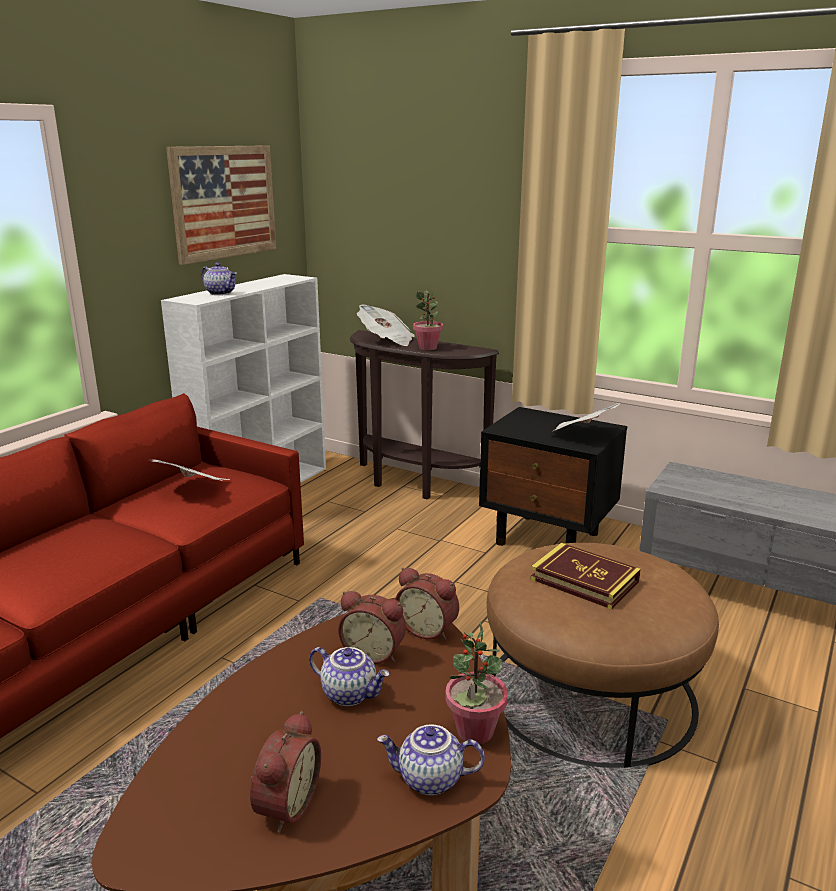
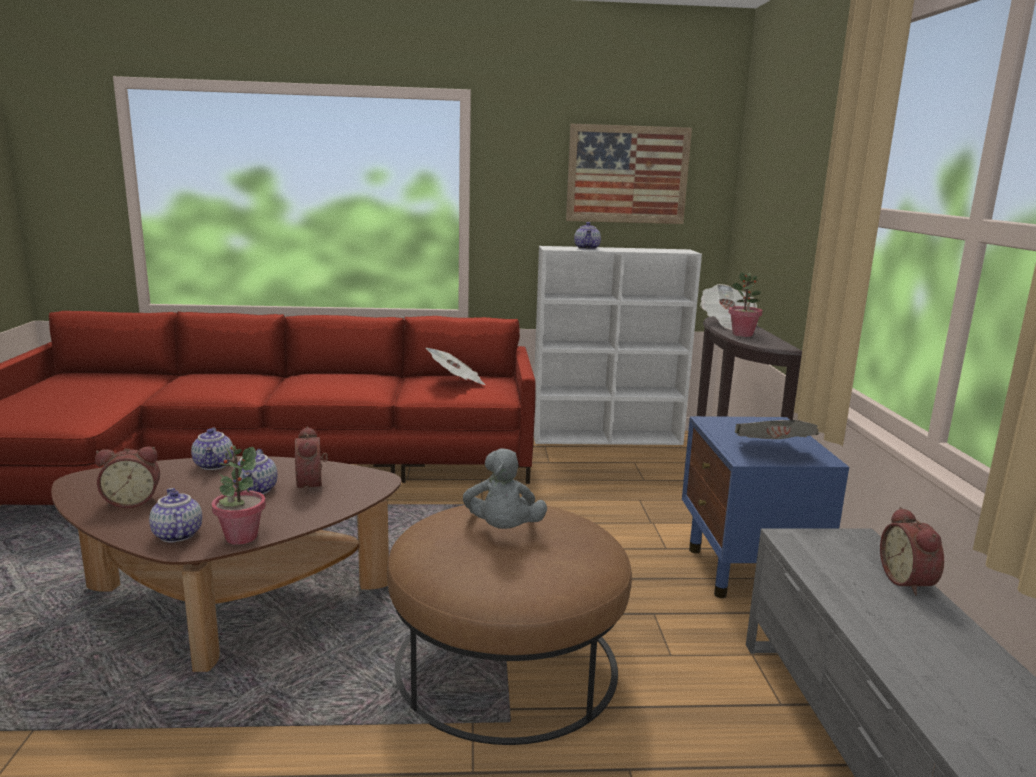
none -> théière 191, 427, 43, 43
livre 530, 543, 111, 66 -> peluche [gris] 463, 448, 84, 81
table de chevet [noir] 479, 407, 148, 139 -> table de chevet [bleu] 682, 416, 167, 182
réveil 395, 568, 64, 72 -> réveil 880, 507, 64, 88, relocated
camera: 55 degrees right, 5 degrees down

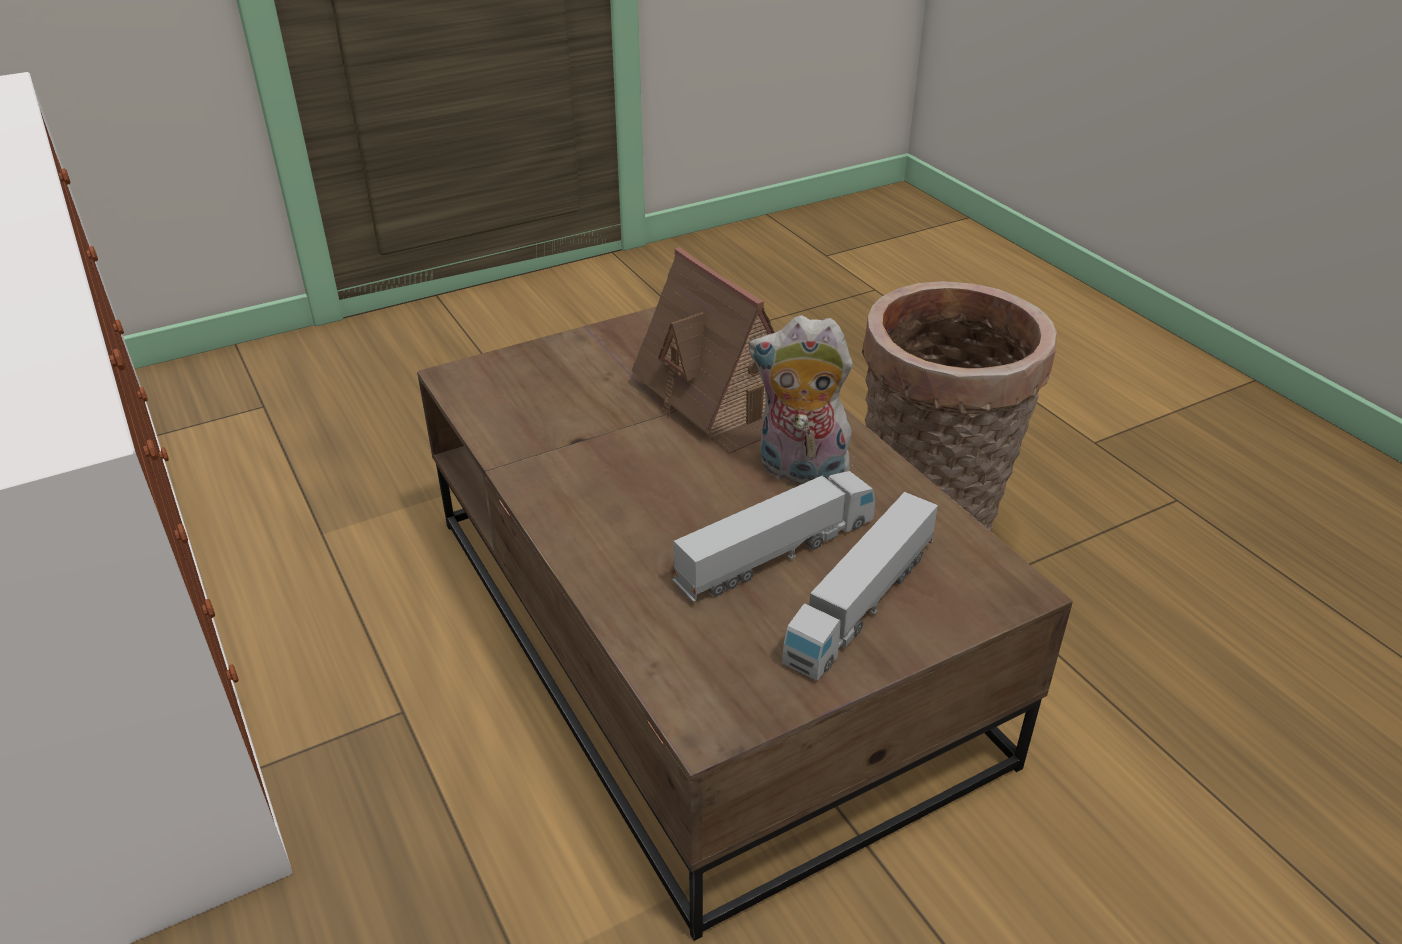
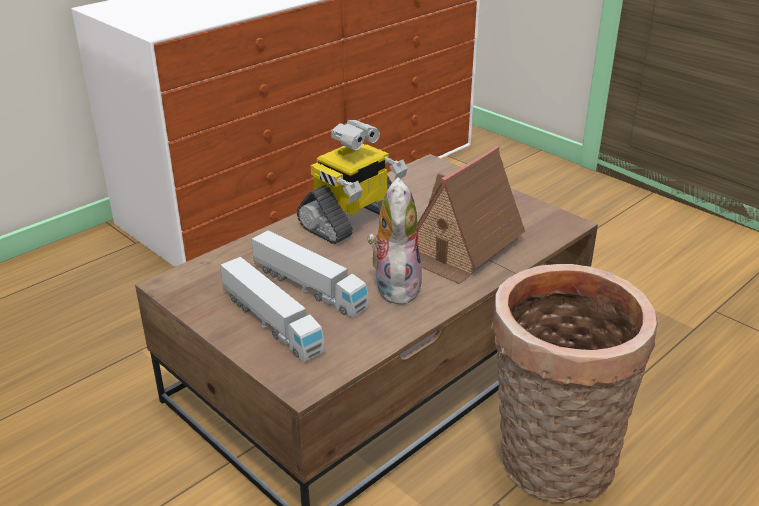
camion jouet 782, 492, 156, 189 -> camion jouet 220, 257, 105, 105, 150 degrees counterclockwise
none -> robot jouet 297, 120, 110, 124
camera: 75 degrees right, 5 degrees down

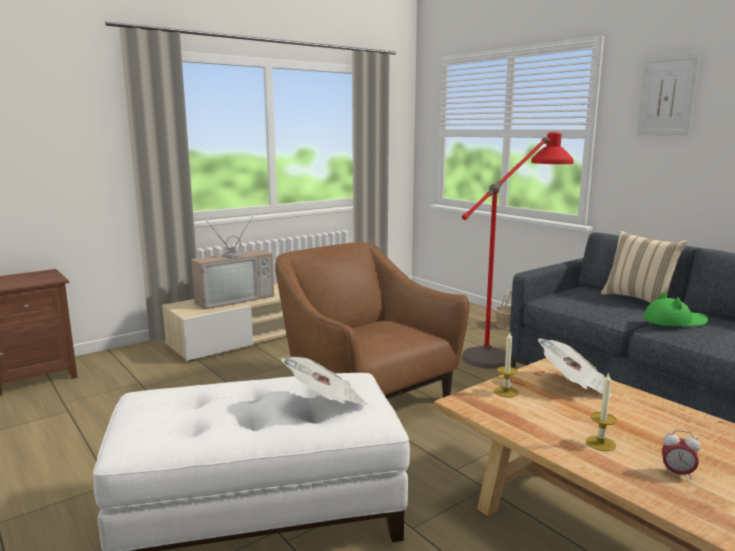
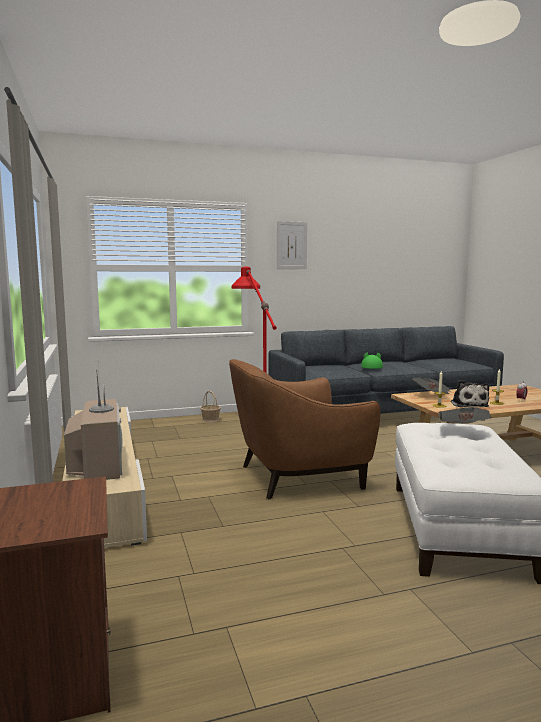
none -> peluche 451, 380, 38, 28
coussin [beige] 601, 231, 86, 72 -> none
camera: 70 degrees left, 5 degrees down

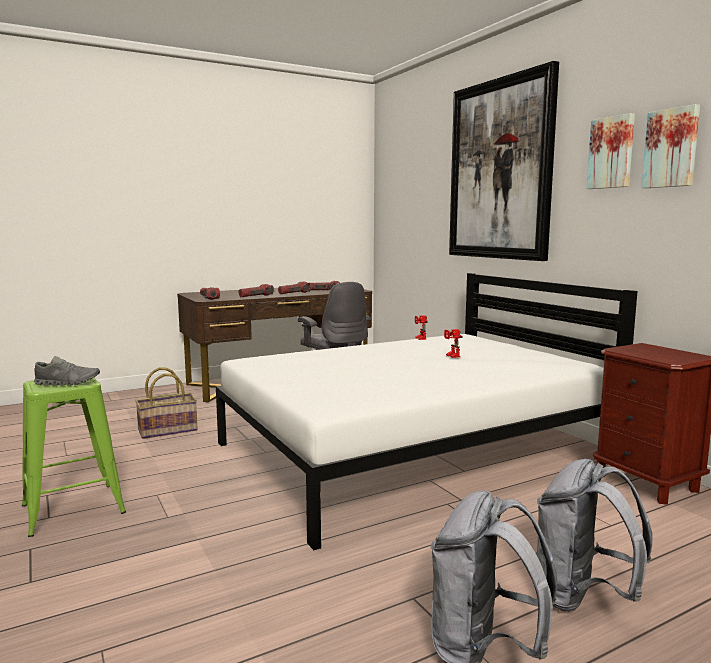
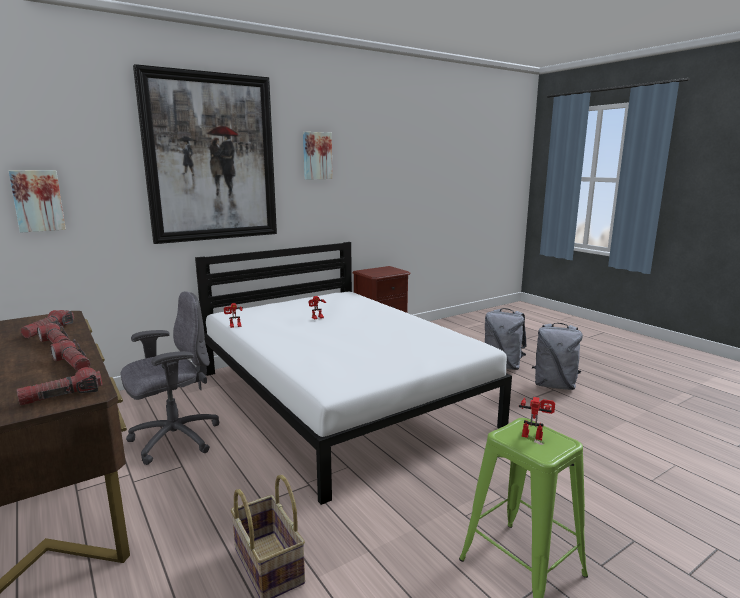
tableau 642, 104, 58, 84 -> tableau 9, 170, 57, 63, relocated
chaussure [gris] 34, 356, 66, 30 -> robot jouet 519, 397, 36, 43
camera: 95 degrees left, 5 degrees up

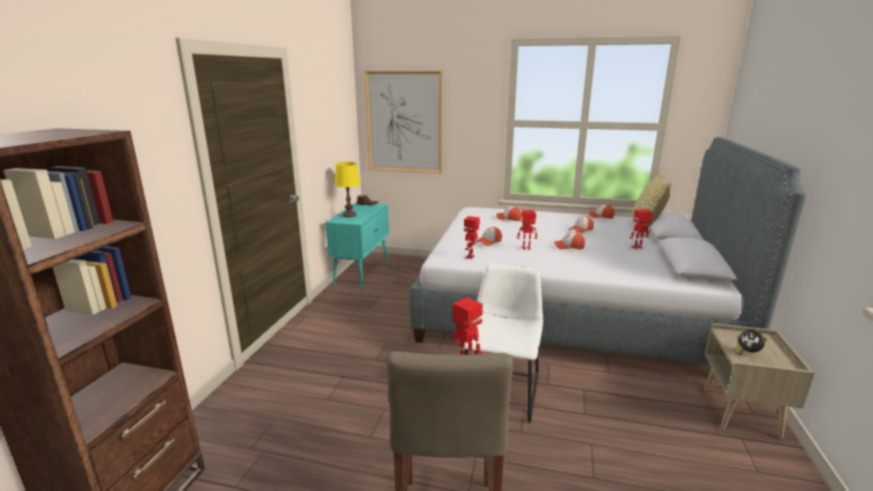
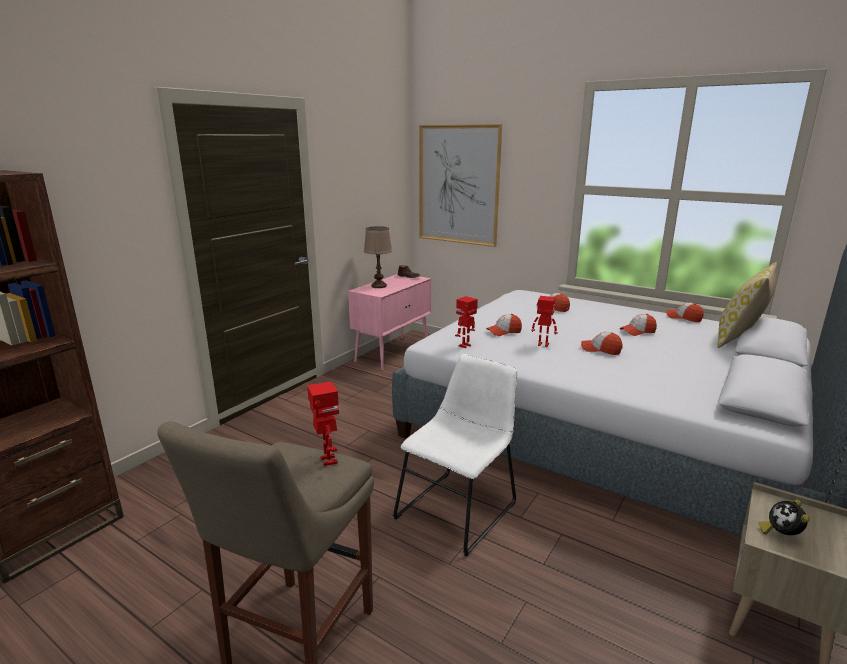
meuble de rangement [turquoise] 325, 202, 64, 87 -> meuble de rangement [rose] 348, 274, 83, 96
lampe de table [jaune] 335, 162, 25, 55 -> lampe de table [marron] 364, 226, 28, 62
robot jouet 629, 209, 24, 40 -> none
camera: 20 degrees right, 0 degrees up

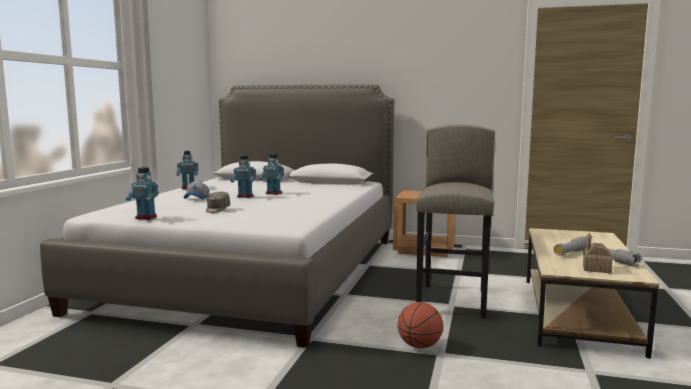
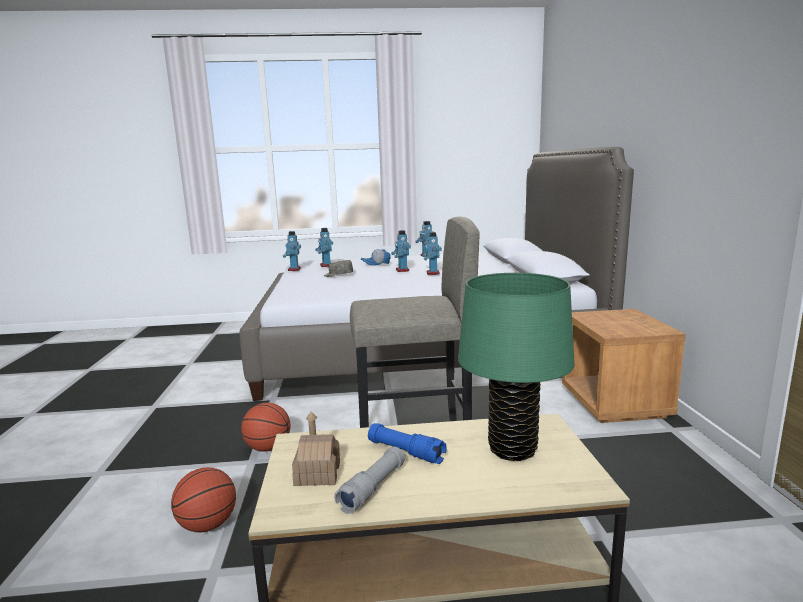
none -> ballon de basket 171, 467, 65, 65
none -> robot jouet 315, 228, 18, 39
lampe de poche [gris] 553, 237, 34, 19 -> lampe de poche [bleu] 368, 423, 79, 41
none -> lampe de table [vert] 458, 273, 117, 188
camera: 70 degrees right, 5 degrees up

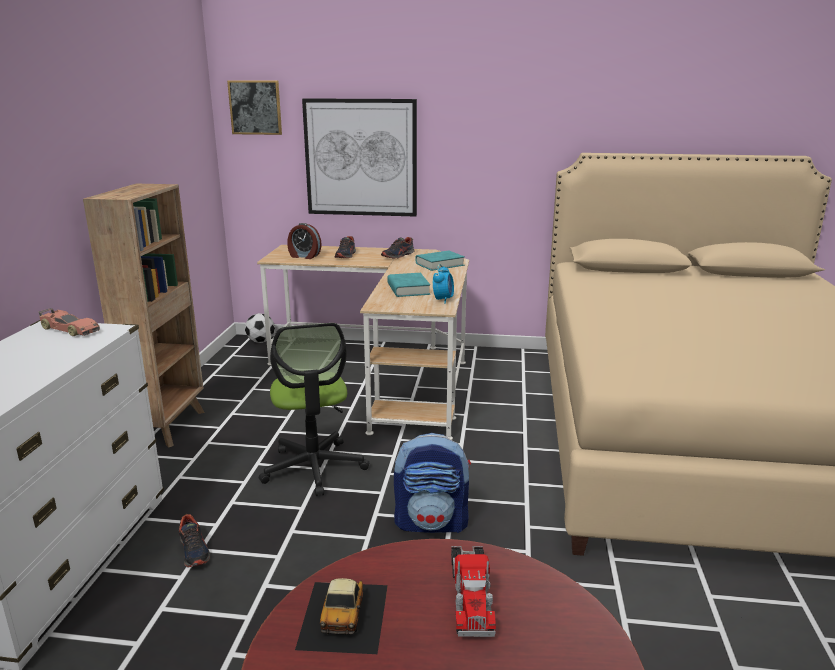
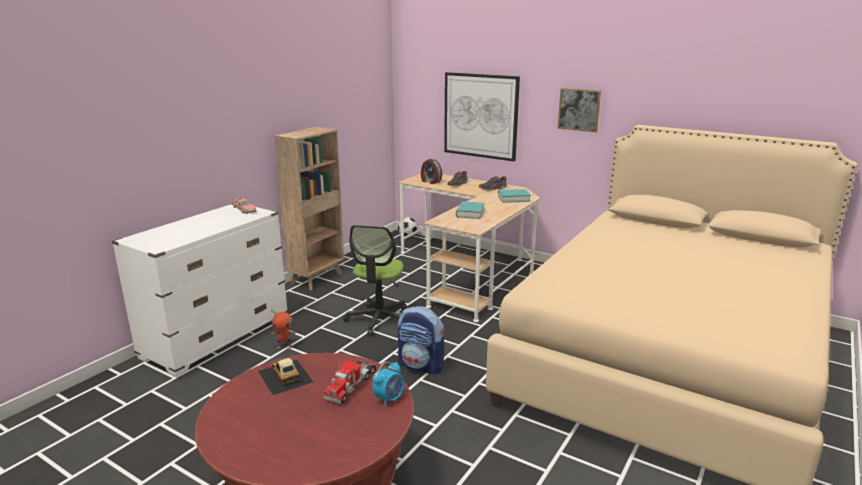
petite voiture 295, 578, 93, 76 -> petite voiture 258, 358, 56, 37, 120 degrees clockwise
chaussure 179, 514, 31, 54 -> robot jouet 271, 310, 25, 39
réveil 433, 264, 21, 40 -> réveil 372, 362, 32, 45, relocated
tableau 227, 80, 55, 55 -> tableau 558, 88, 43, 44, relocated
camera: 25 degrees right, 0 degrees up

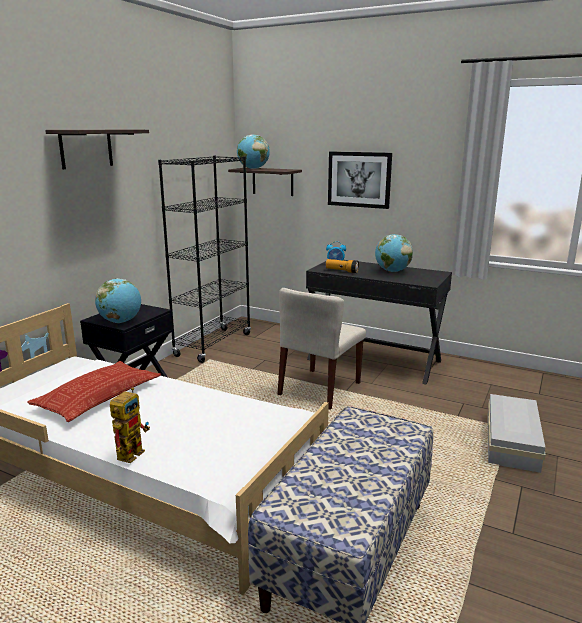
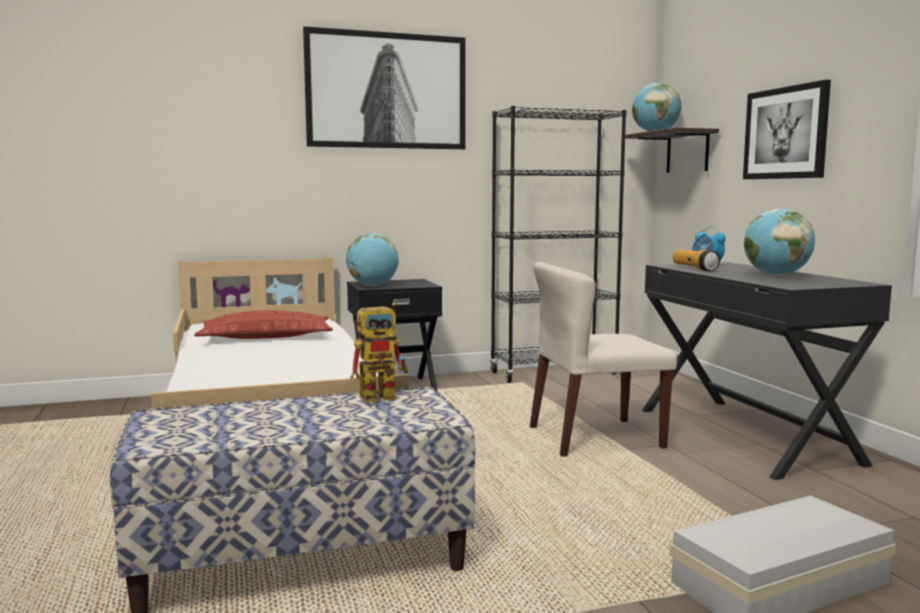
étagère 45, 130, 104, 39 -> tableau 303, 26, 163, 123
robot jouet 110, 387, 40, 76 -> robot jouet 350, 302, 59, 100, relocated
camera: 45 degrees right, 10 degrees down

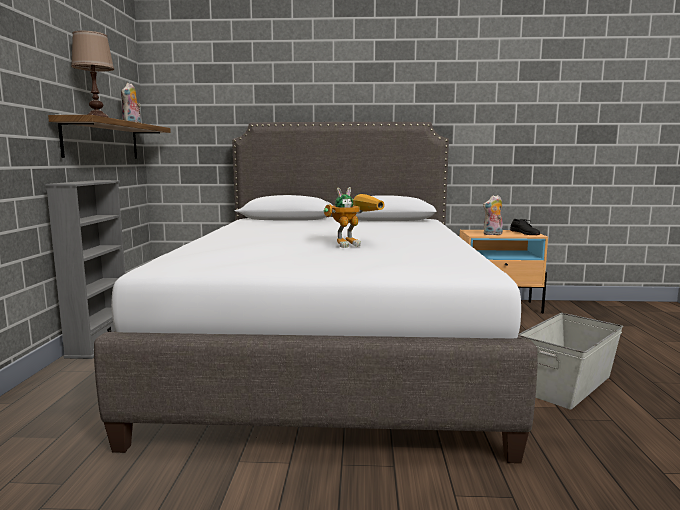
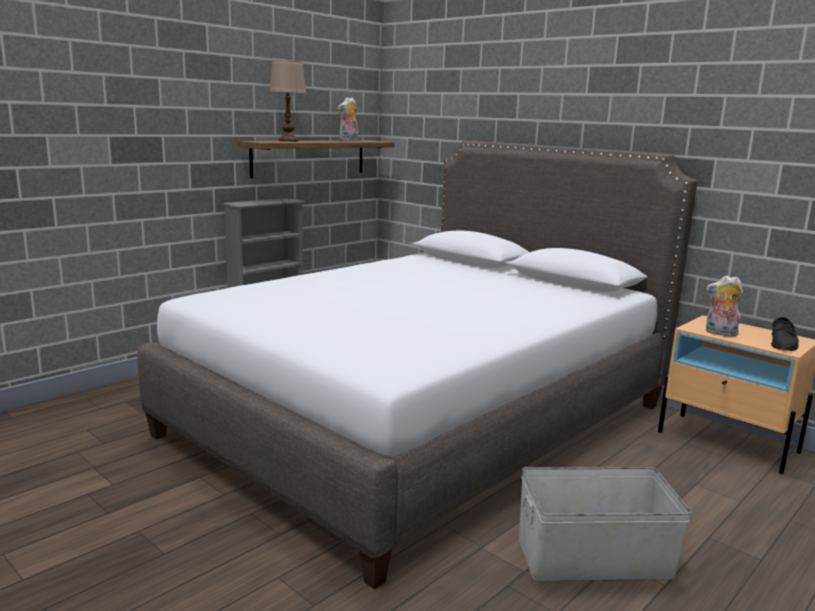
robot jouet 324, 187, 61, 61 -> none
camera: 40 degrees right, 5 degrees up

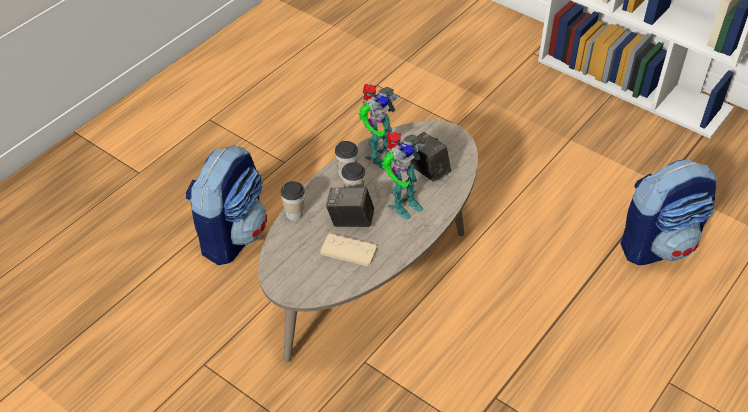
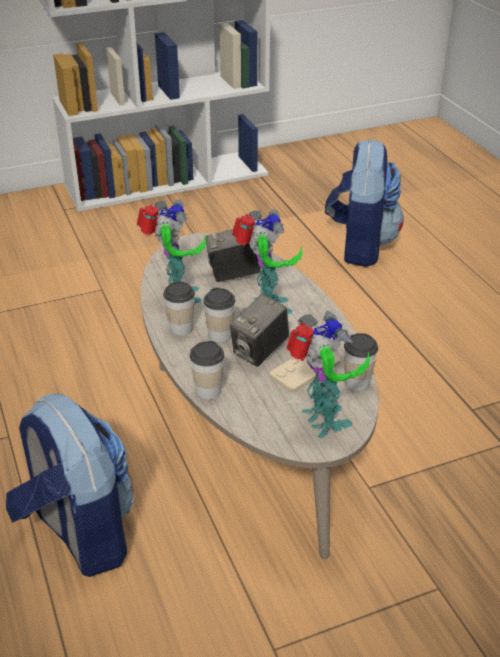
none -> robot jouet 286, 310, 84, 128
none -> tasse 344, 333, 34, 58
camera: 60 degrees left, 10 degrees down

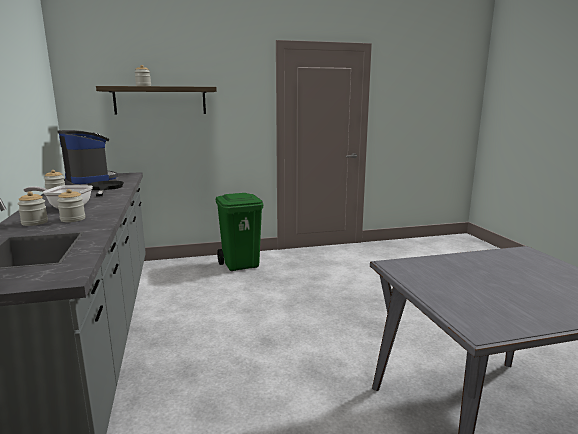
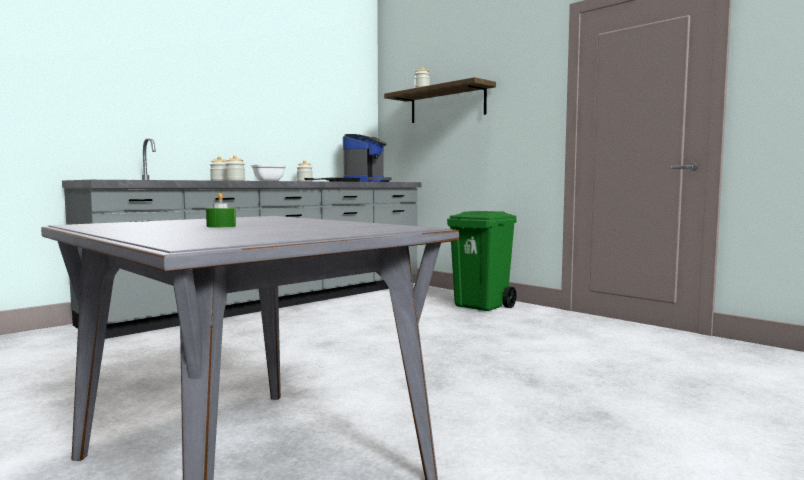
none -> bougie [vert] 206, 193, 30, 35
camera: 60 degrees right, 10 degrees down

